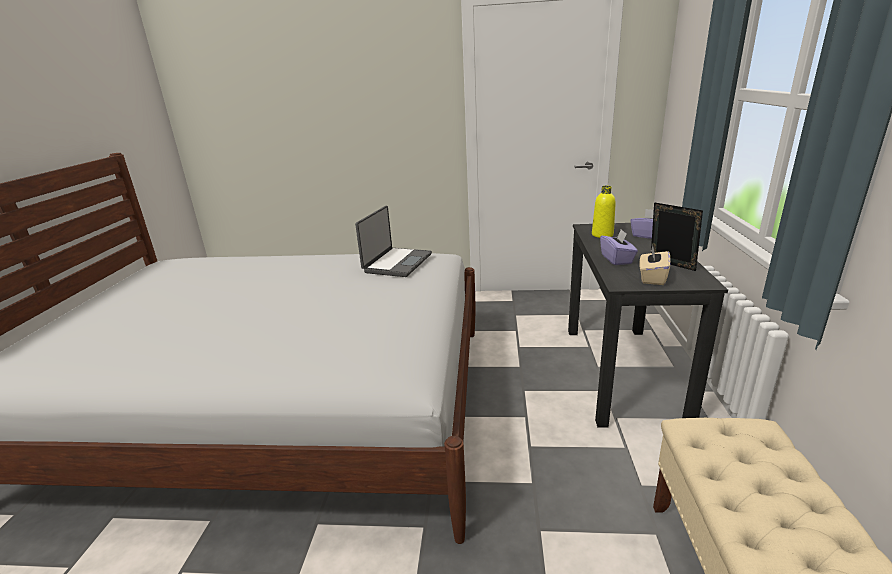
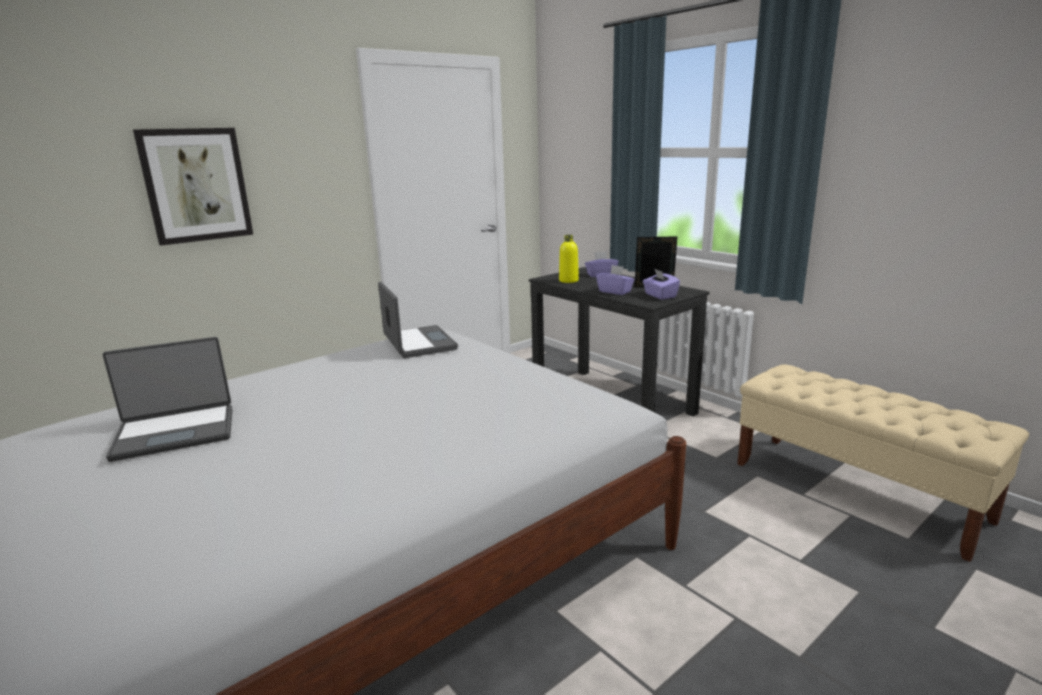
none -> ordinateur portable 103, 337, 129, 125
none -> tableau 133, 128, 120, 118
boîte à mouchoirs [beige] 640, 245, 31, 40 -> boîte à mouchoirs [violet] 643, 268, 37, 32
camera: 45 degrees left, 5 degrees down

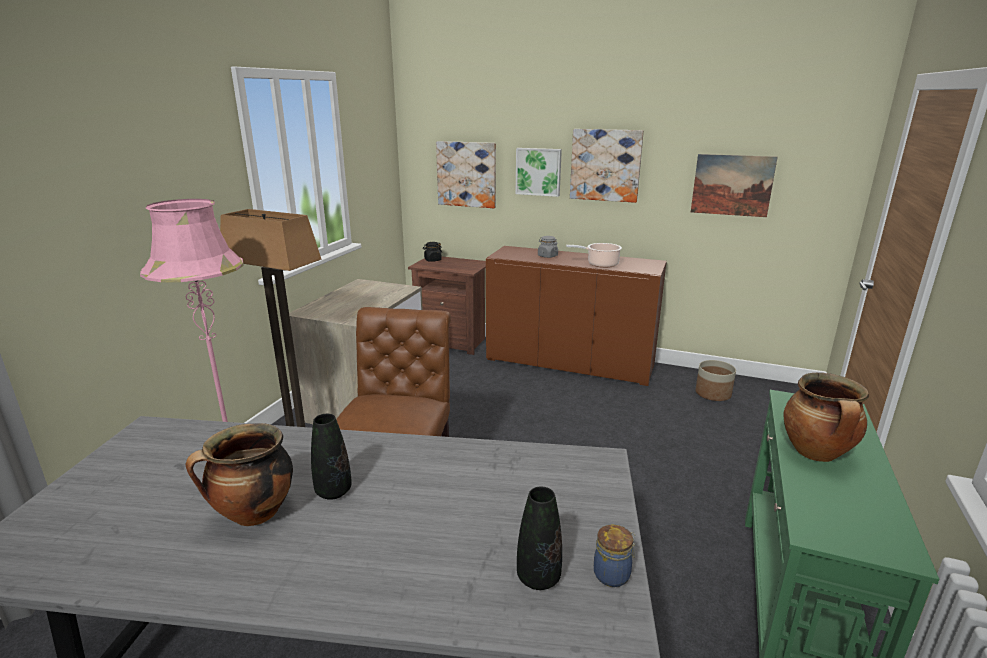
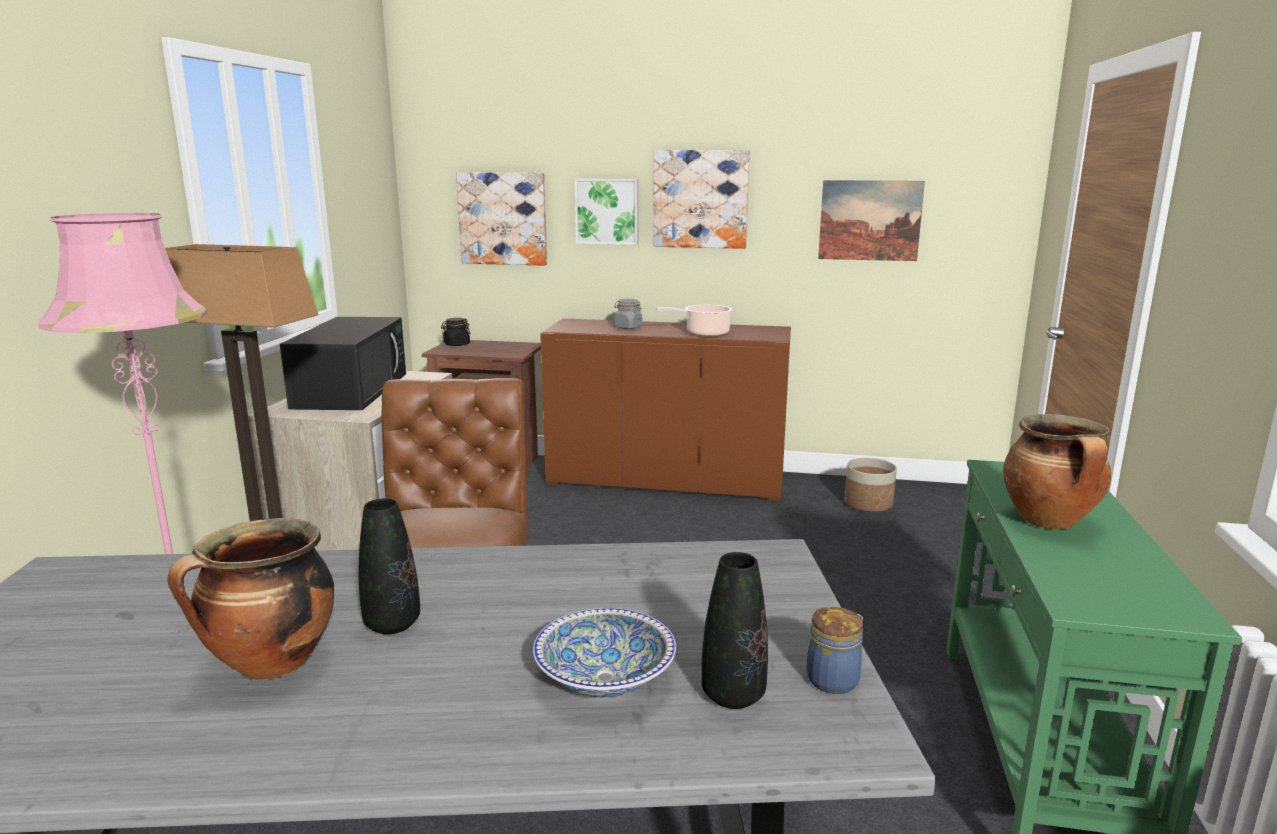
none -> micro-ondes [noir] 280, 317, 126, 93
none -> bol 533, 608, 143, 89
camera: 10 degrees left, 5 degrees down

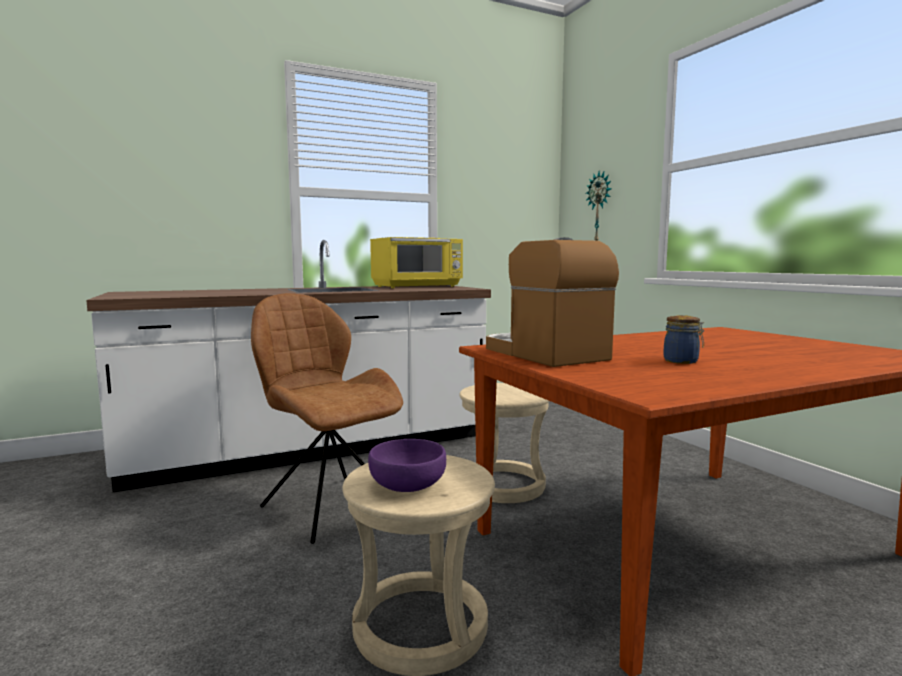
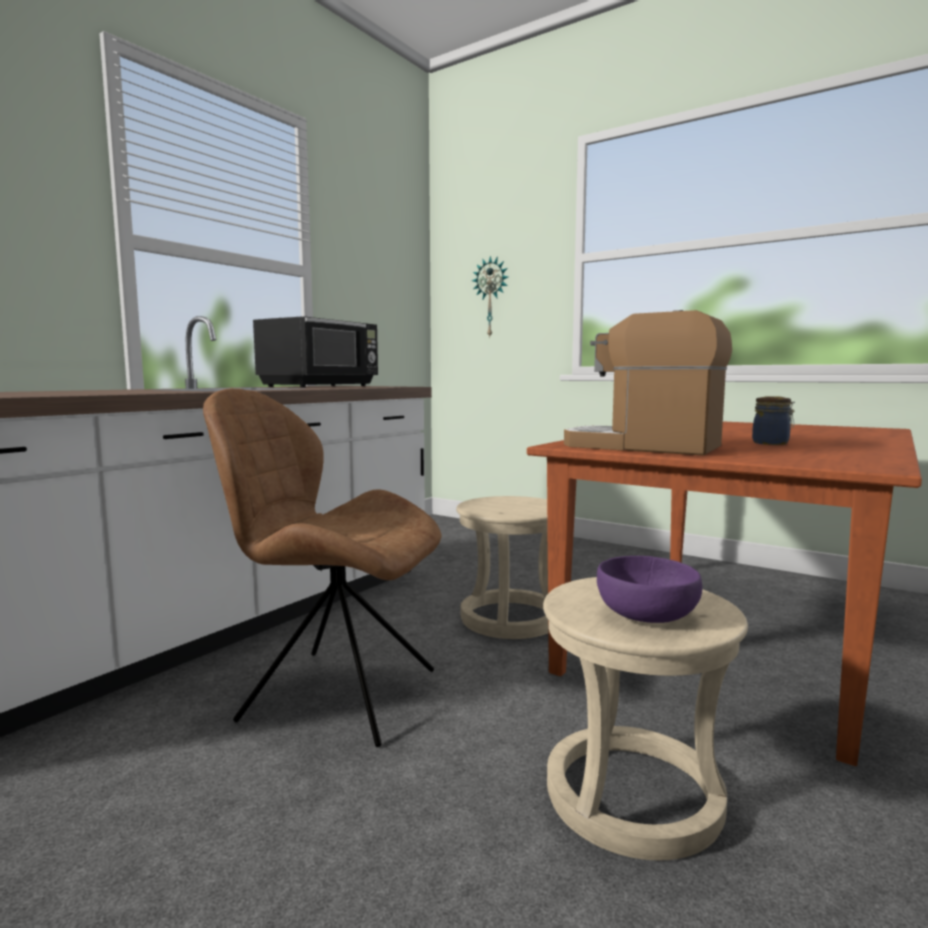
micro-ondes [jaune] 370, 237, 93, 51 -> micro-ondes [noir] 253, 317, 125, 70
camera: 30 degrees left, 0 degrees up

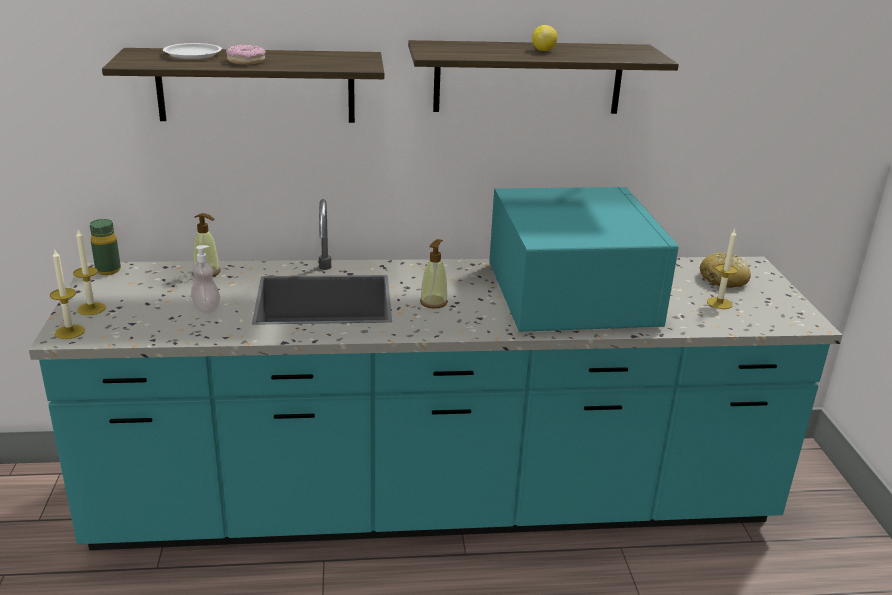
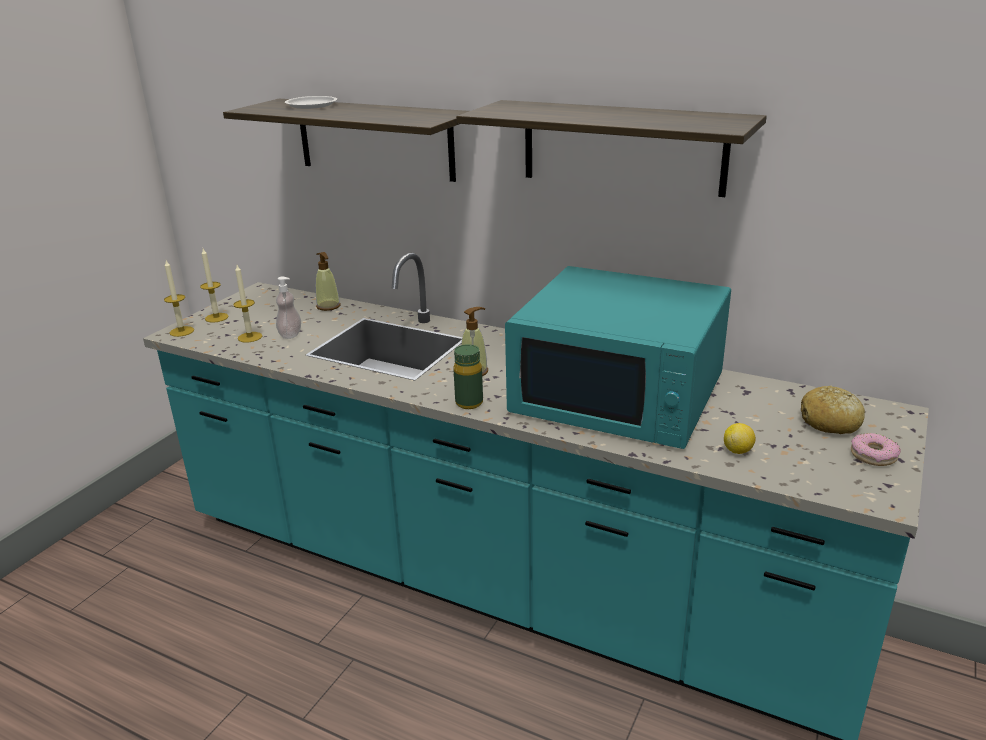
bougie 707, 230, 31, 79 -> bougie 233, 265, 29, 78, relocated
bouteille [vert] 90, 219, 31, 56 -> bouteille [vert] 453, 344, 30, 65, relocated
micro-ondes [turquoise] 490, 187, 189, 145 -> micro-ondes [turquoise] 505, 266, 226, 183, 90 degrees clockwise
citron 532, 25, 25, 26 -> citron 724, 423, 32, 31, relocated
beignet 226, 44, 40, 21 -> beignet 851, 433, 50, 33, relocated
camera: 35 degrees right, 0 degrees up

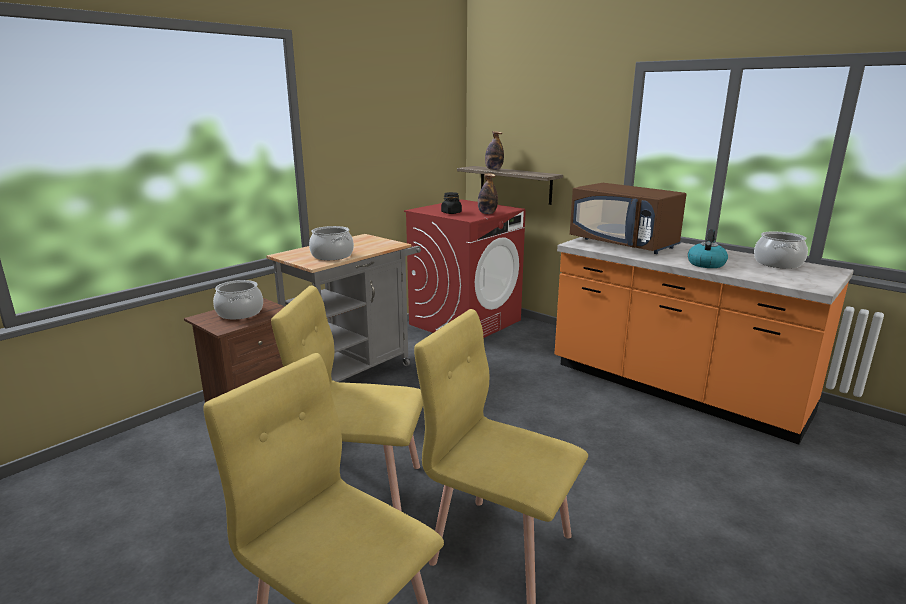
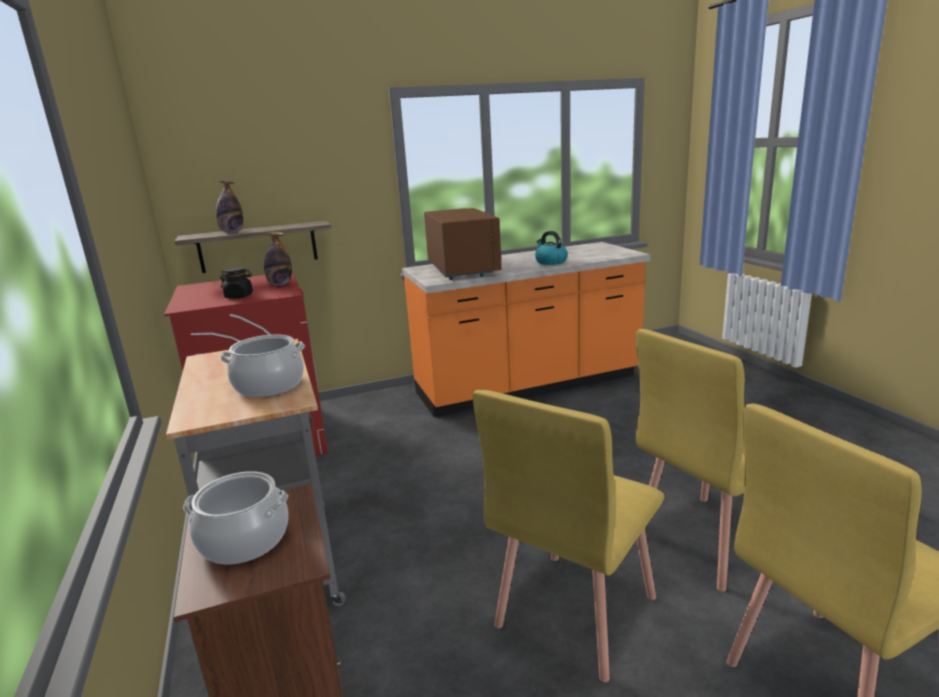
micro-ondes [marron] 570, 183, 117, 71 -> micro-ondes [marron] 424, 208, 78, 72, 90 degrees counterclockwise
marmite 754, 232, 54, 37 -> none
camera: 60 degrees left, 0 degrees up

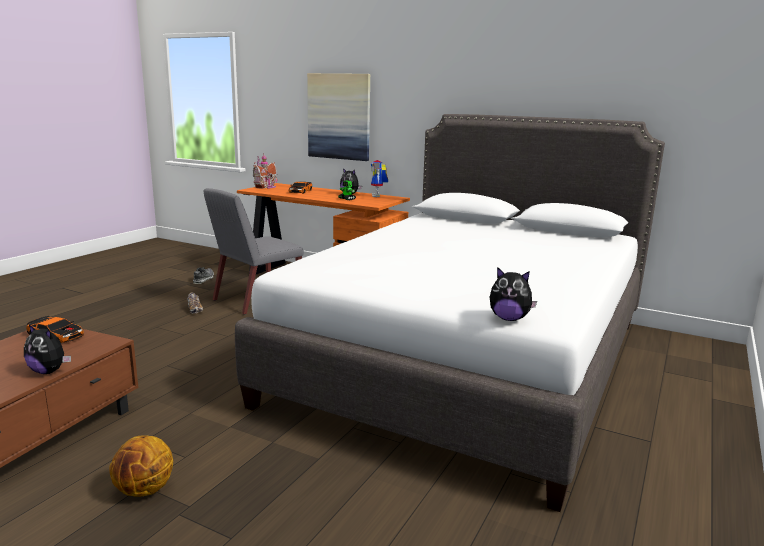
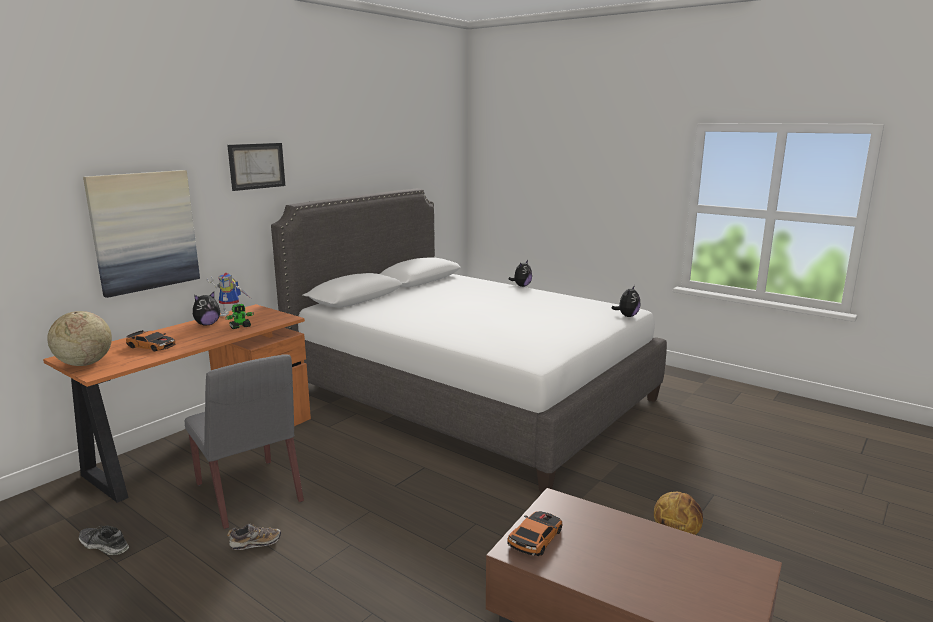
maison miniature 253, 154, 24, 35 -> globe 48, 311, 64, 55
none -> tableau 227, 143, 58, 48
peluche 24, 325, 47, 49 -> peluche 509, 260, 23, 27, relocated
camera: 80 degrees left, 0 degrees up

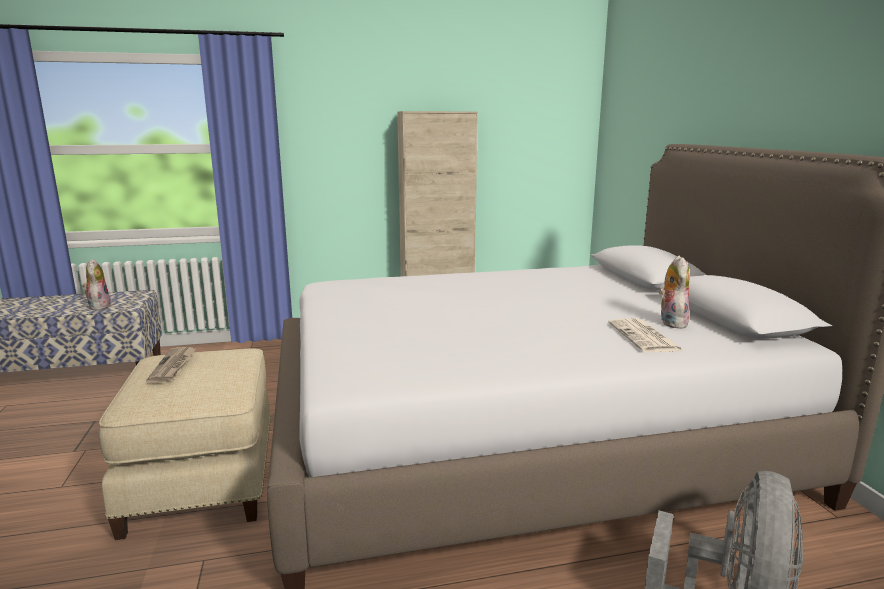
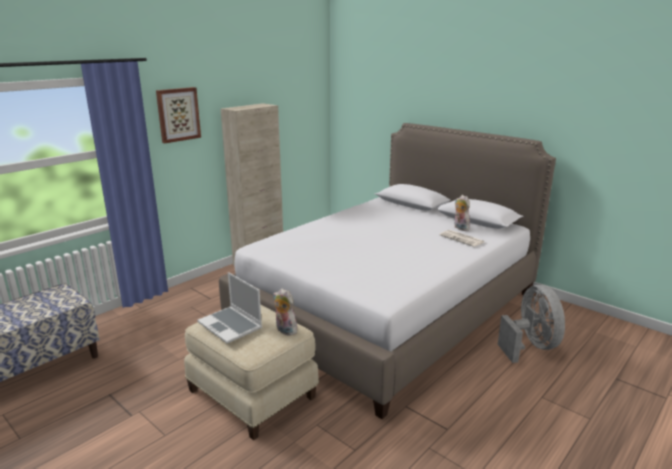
none -> tableau 156, 87, 45, 57
journal 146, 347, 51, 36 -> ordinateur portable 197, 272, 65, 72
peluche 82, 259, 29, 51 -> peluche 273, 288, 24, 48, relocated
camera: 35 degrees left, 5 degrees up

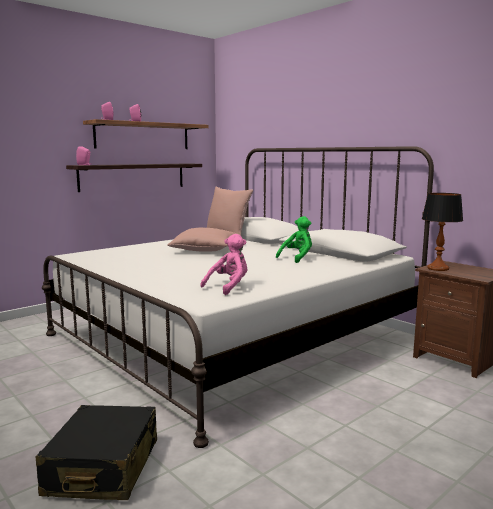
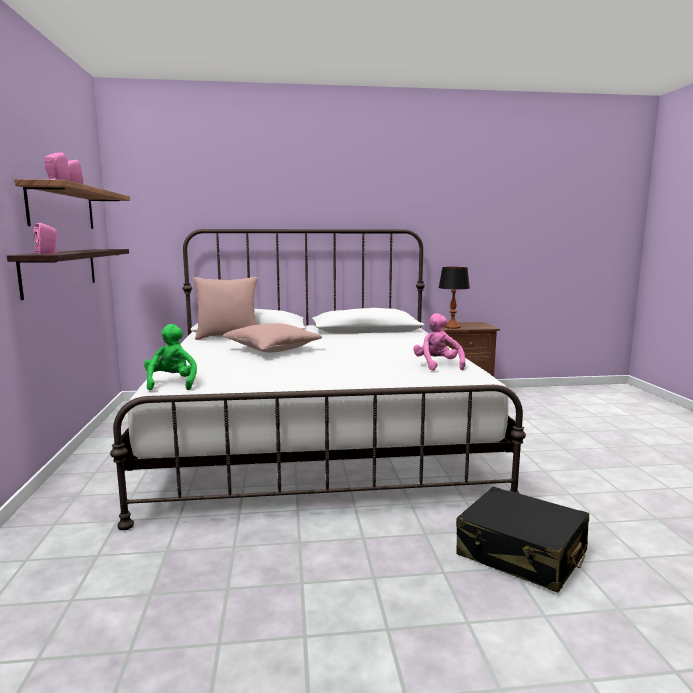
peluche [vert] 276, 216, 36, 47 -> peluche [vert] 144, 324, 53, 66, relocated
camera: 55 degrees left, 0 degrees up

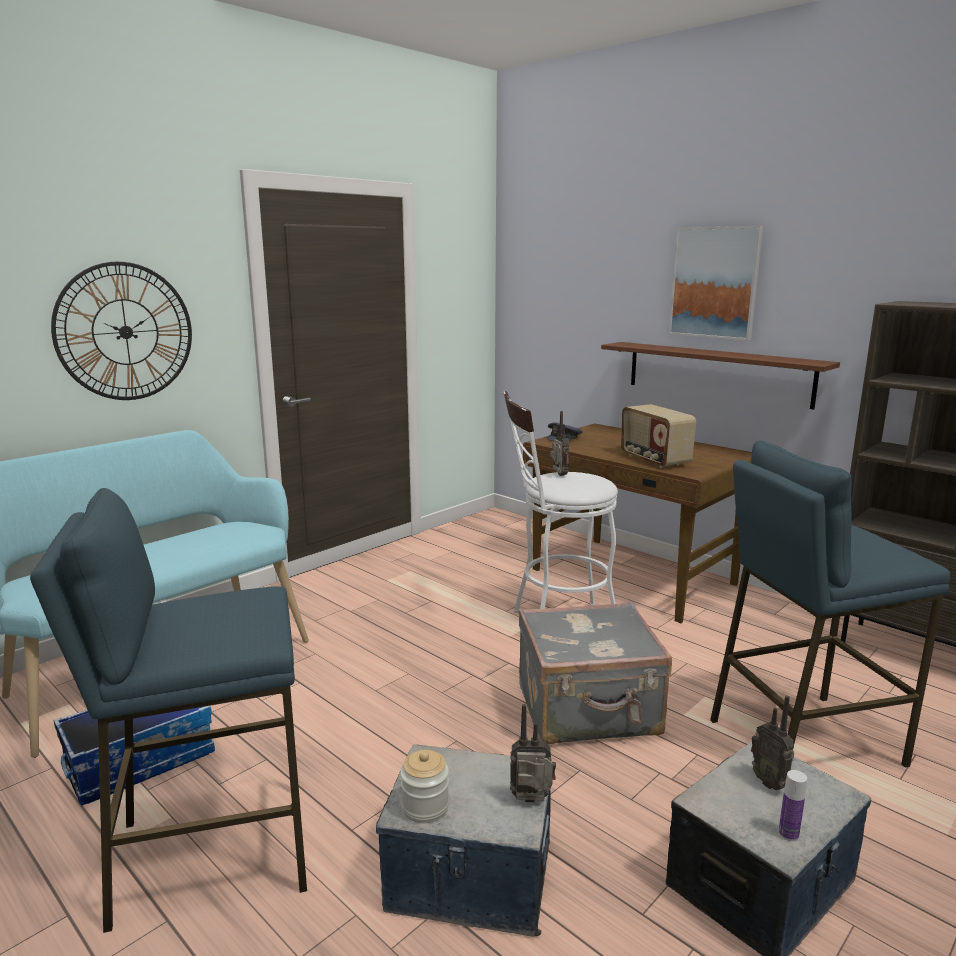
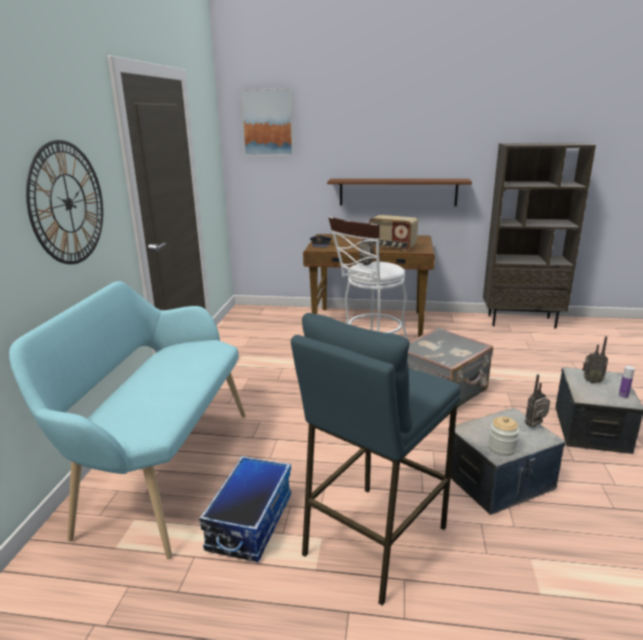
tableau 669, 226, 94, 114 -> tableau 240, 88, 54, 68, relocated
tabouret [bleu] 710, 441, 240, 327 -> none
camera: 35 degrees left, 5 degrees up

